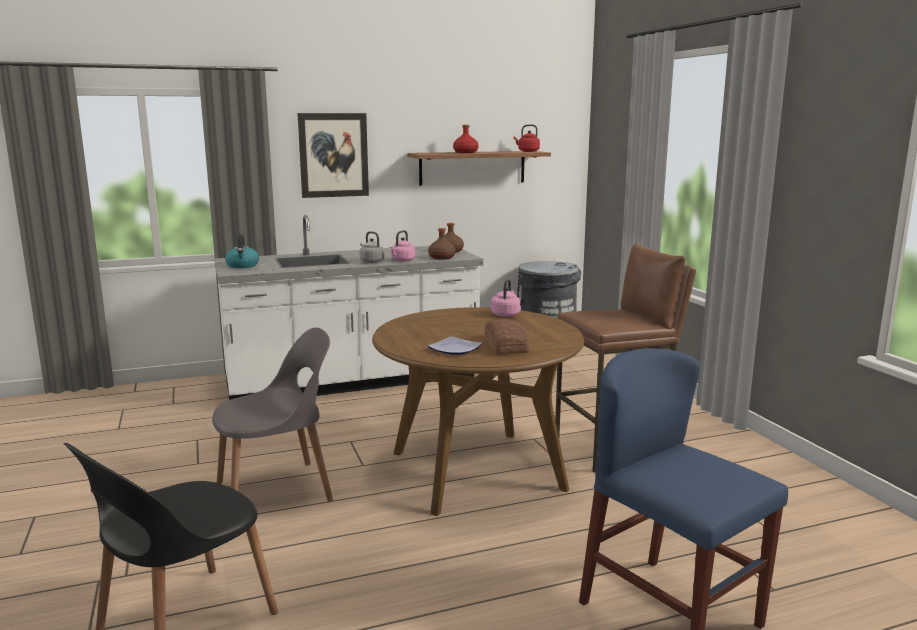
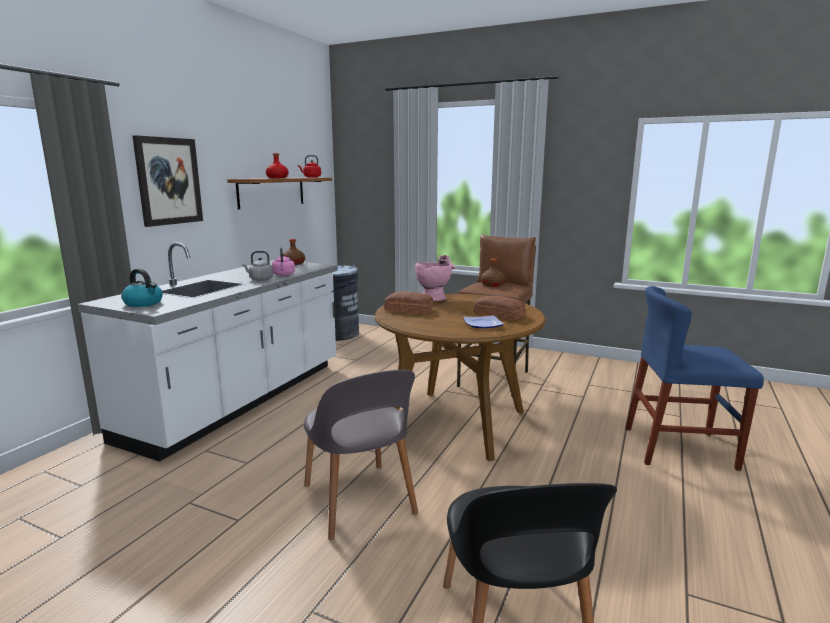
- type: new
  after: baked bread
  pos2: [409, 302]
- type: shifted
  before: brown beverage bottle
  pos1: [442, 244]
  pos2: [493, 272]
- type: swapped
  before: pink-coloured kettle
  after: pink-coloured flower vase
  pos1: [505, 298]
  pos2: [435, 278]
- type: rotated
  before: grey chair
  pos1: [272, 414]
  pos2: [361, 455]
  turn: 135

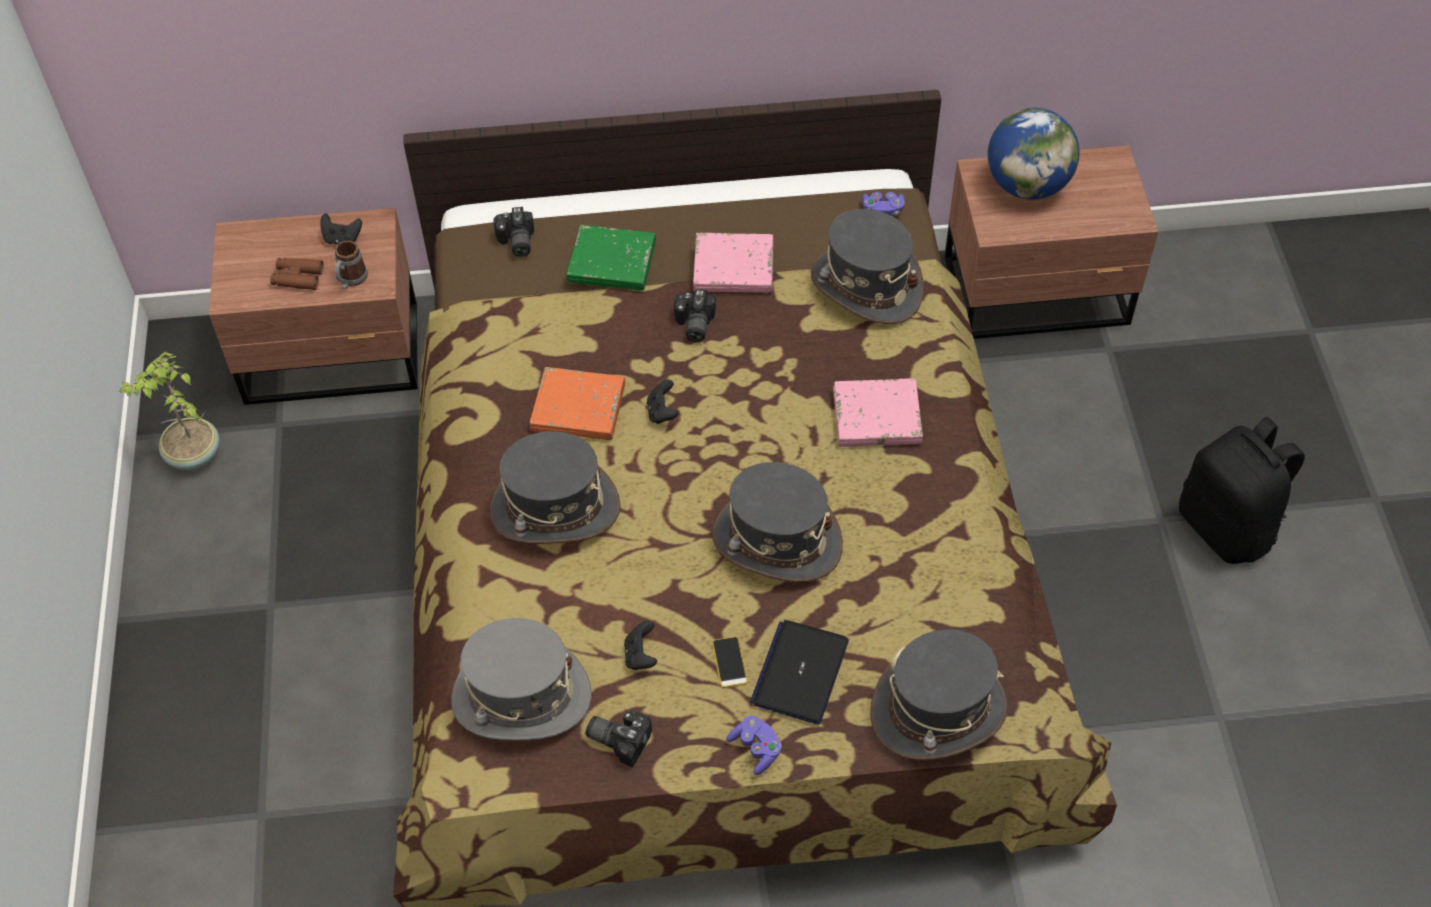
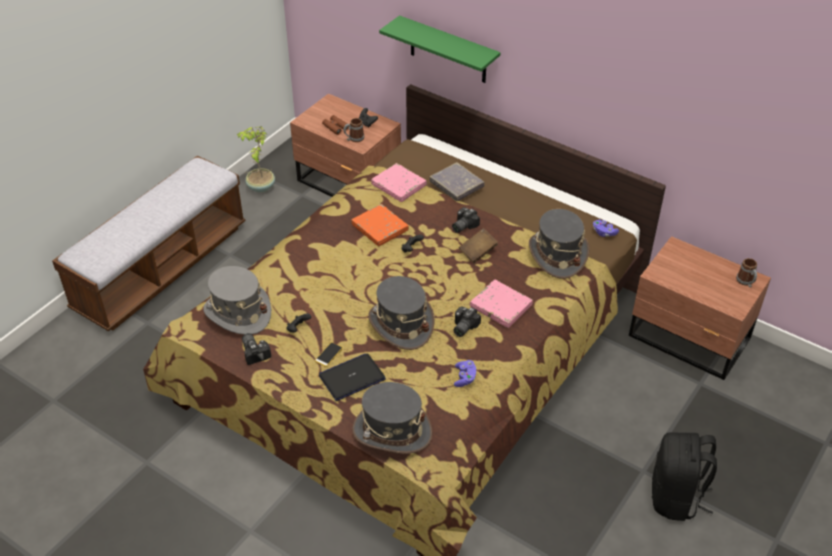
- type: gone
  before: grey wearable hat
  pos1: [554, 487]
- type: gone
  before: desk globe
  pos1: [1034, 154]
- type: new
  after: long seat
  pos2: [148, 243]
- type: new
  after: green-coloured bracket shelf
  pos2: [439, 49]
- type: new
  after: brown bound book
  pos2: [478, 245]
- type: new
  after: mug
  pos2: [746, 272]
- type: shifted
  before: still camera
  pos1: [513, 232]
  pos2: [467, 322]
- type: shifted
  before: pink-coloured bound book
  pos1: [733, 263]
  pos2: [399, 182]
- type: shifted
  before: purple-coloured joypad
  pos1: [754, 745]
  pos2: [465, 373]
- type: repainted
  before: green-coloured bound book
  after: grey bound book
  pos1: [611, 257]
  pos2: [457, 181]

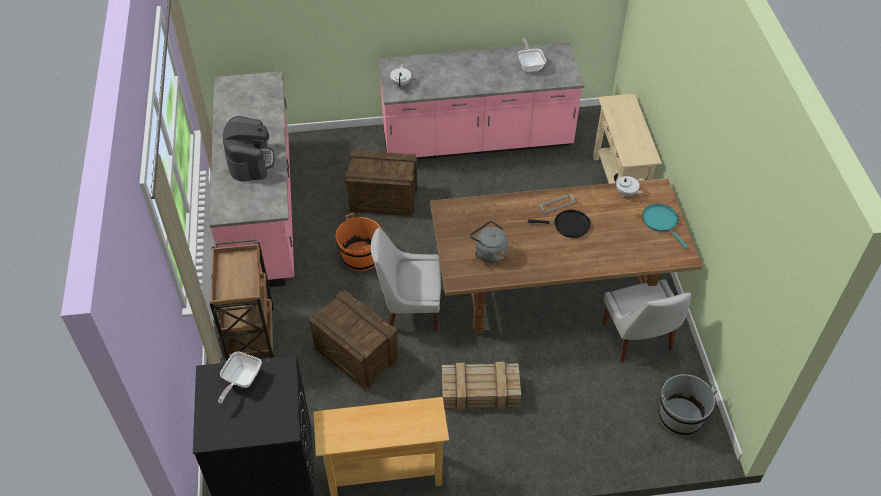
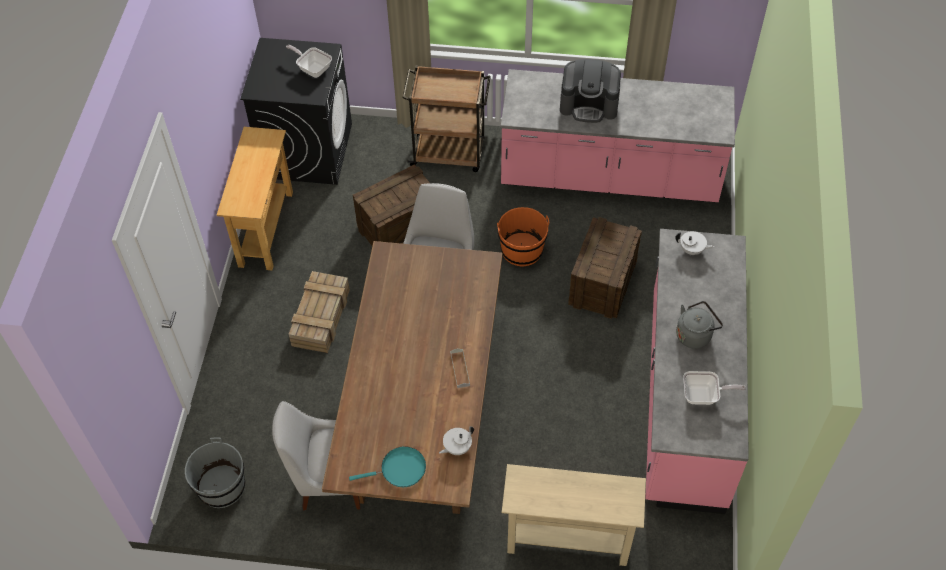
- type: gone
  before: black frying pan
  pos1: [559, 224]
- type: shifted
  before: grey kettle
  pos1: [489, 242]
  pos2: [699, 325]

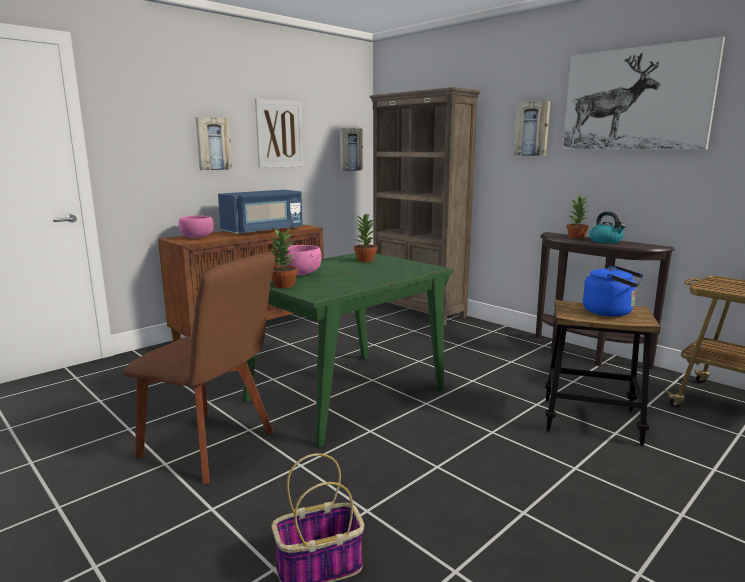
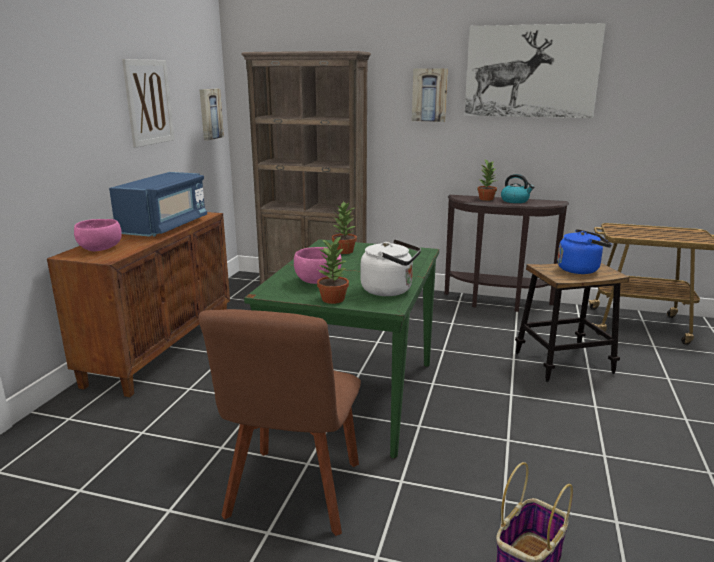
- type: gone
  before: wall art
  pos1: [213, 143]
- type: new
  after: whitish kettle
  pos2: [391, 267]
- type: rotated
  before: brown chair
  pos1: [199, 368]
  pos2: [279, 422]
  turn: 105

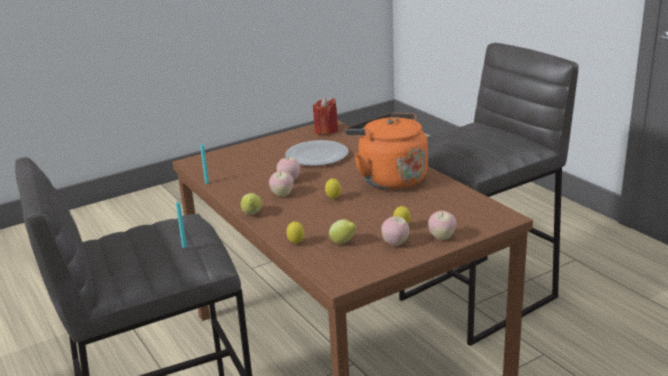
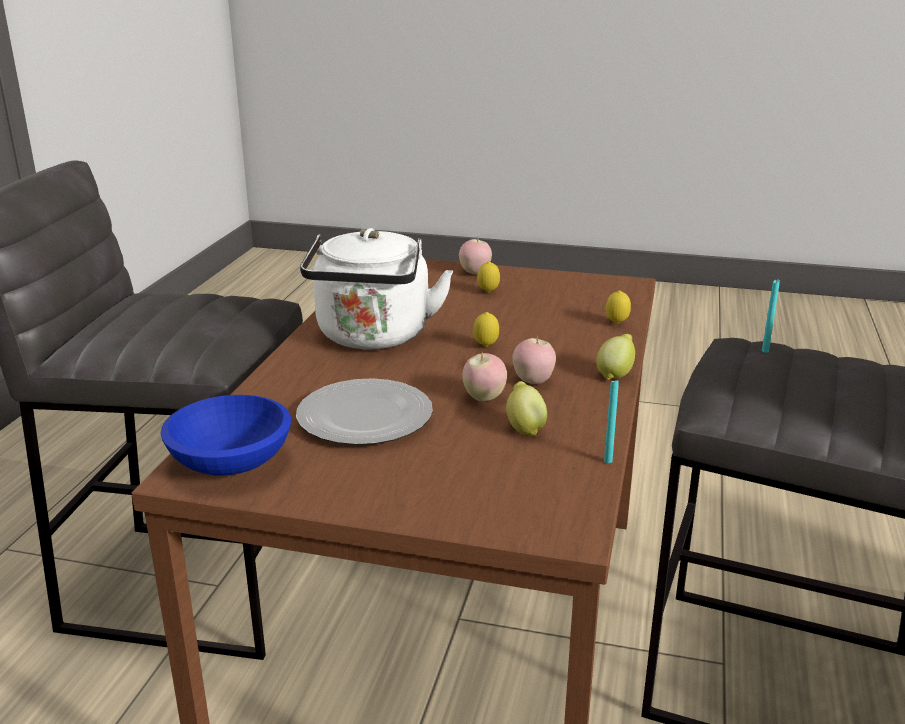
- type: gone
  before: whole apple
  pos1: [395, 231]
- type: shifted
  before: whole lemon
  pos1: [342, 231]
  pos2: [526, 408]
- type: swapped
  before: red wax light
  after: blue deep dish
  pos1: [325, 116]
  pos2: [226, 435]
- type: repainted
  before: orange-coloured kettle
  after: whitish kettle
  pos1: [386, 151]
  pos2: [376, 288]

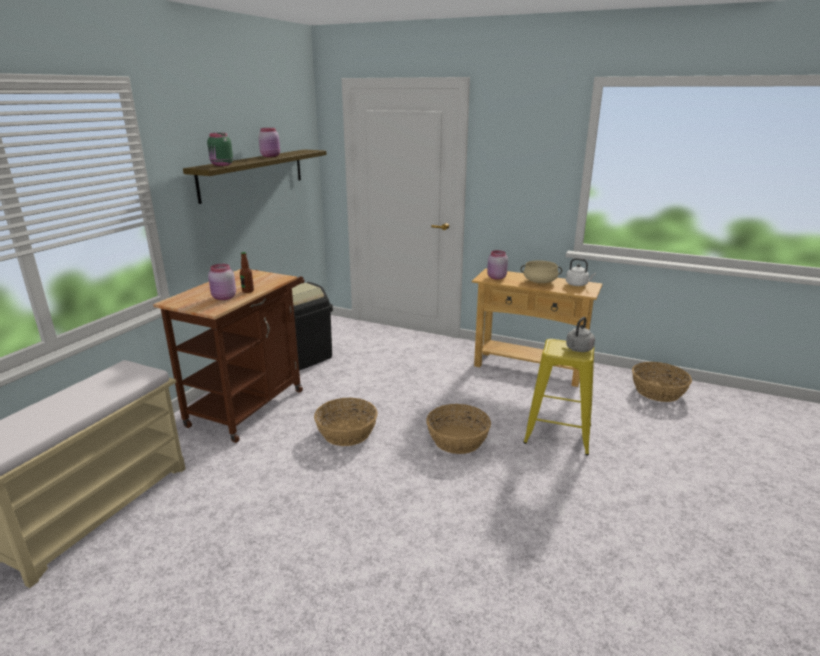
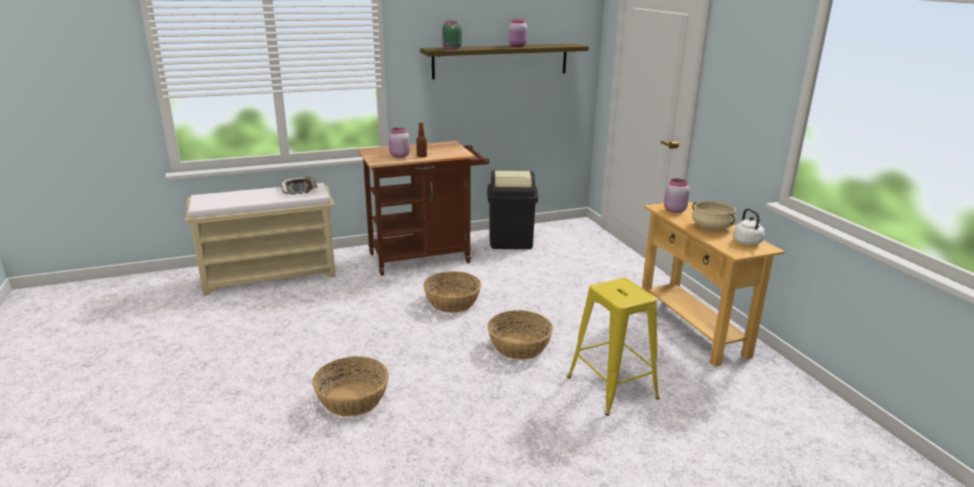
- type: gone
  before: grey kettle
  pos1: [580, 334]
- type: new
  after: serving tray
  pos2: [299, 185]
- type: shifted
  before: basket
  pos1: [662, 382]
  pos2: [350, 386]

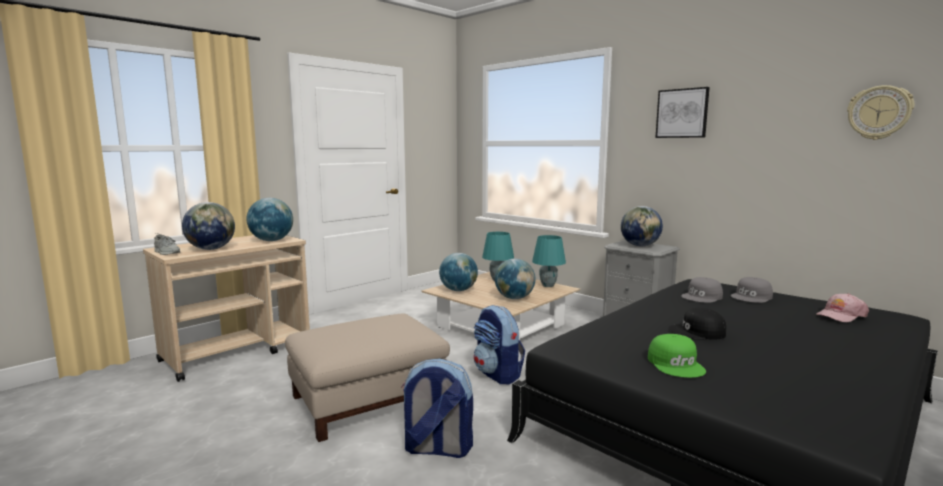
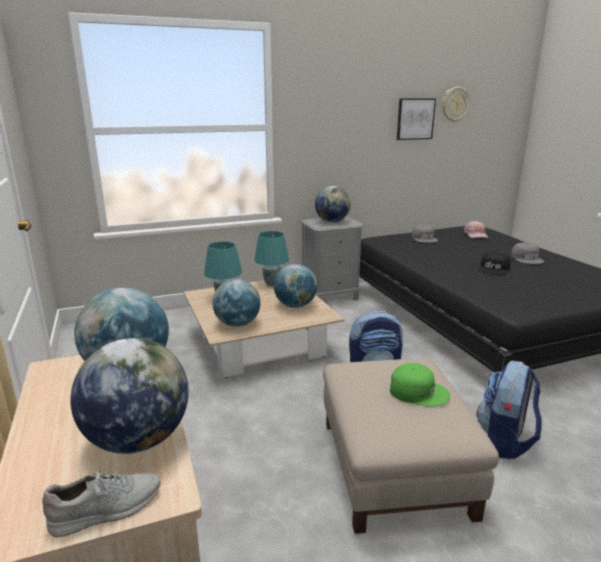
- type: shifted
  before: green-coloured peaked cap
  pos1: [677, 356]
  pos2: [420, 385]
- type: shifted
  before: wall art
  pos1: [682, 112]
  pos2: [416, 119]
- type: shifted
  before: grey peaked cap
  pos1: [702, 290]
  pos2: [527, 253]

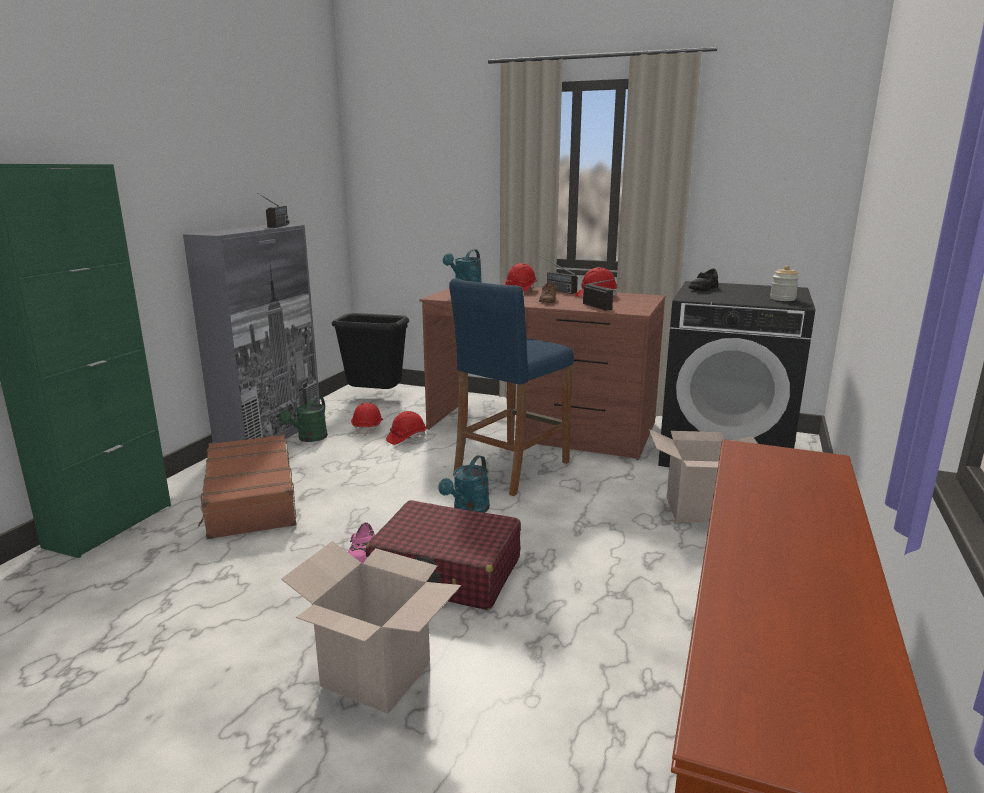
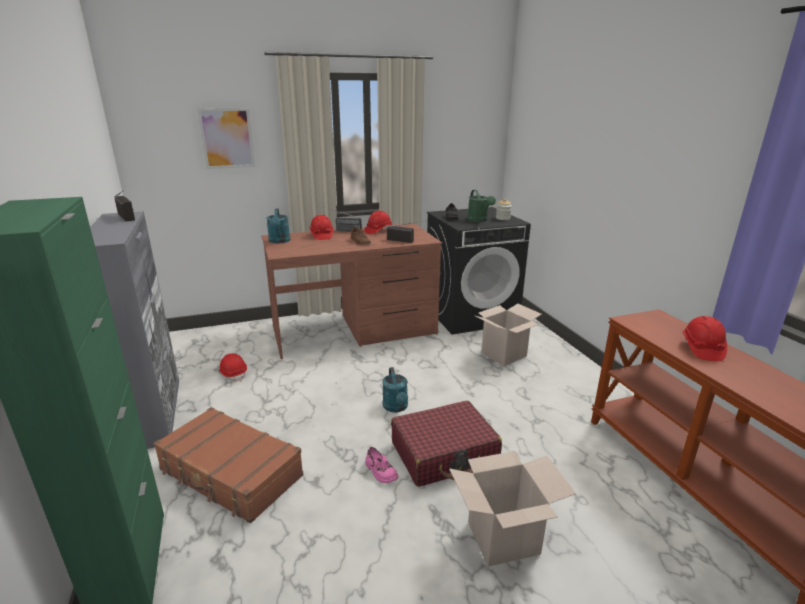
- type: gone
  before: black waste bin
  pos1: [370, 351]
- type: gone
  before: blue stool seat
  pos1: [511, 387]
- type: new
  after: wall art
  pos2: [226, 138]
- type: shifted
  before: green-coloured sprinkling can
  pos1: [303, 419]
  pos2: [481, 206]
- type: shifted
  before: red hard hat
  pos1: [406, 428]
  pos2: [705, 338]

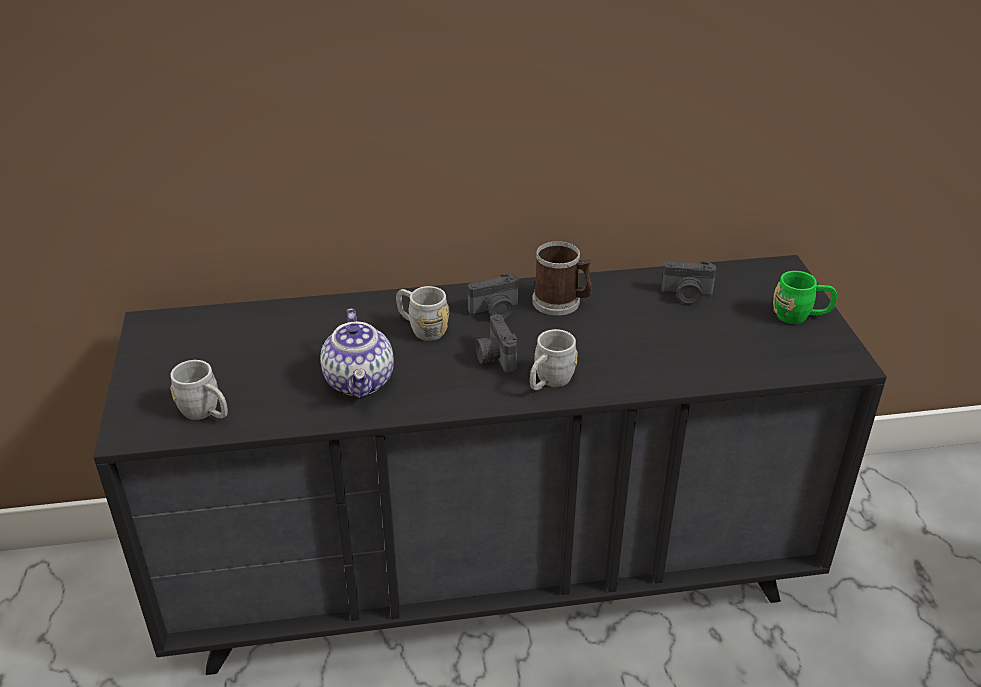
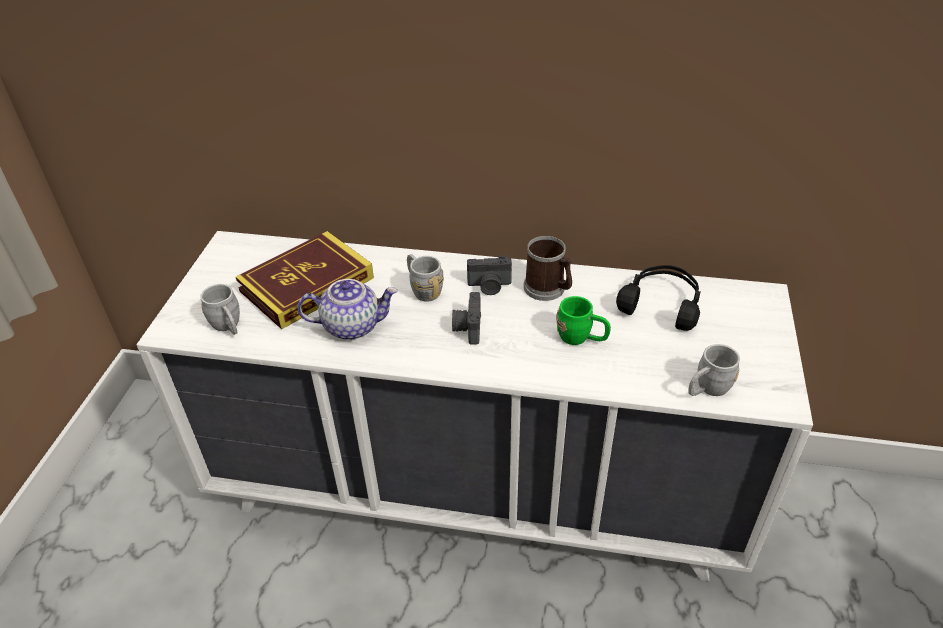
- type: new
  after: bound book
  pos2: [305, 280]
- type: shifted
  before: grey mug
  pos1: [554, 359]
  pos2: [714, 370]
- type: shifted
  before: green-coloured mug
  pos1: [805, 297]
  pos2: [583, 320]
- type: swapped
  before: still camera
  after: black headset
  pos1: [689, 282]
  pos2: [658, 298]
- type: repainted
  before: black dresser
  after: whitish dresser
  pos1: [490, 465]
  pos2: [474, 406]
- type: rotated
  before: teapot
  pos1: [357, 354]
  pos2: [347, 309]
  turn: -105

